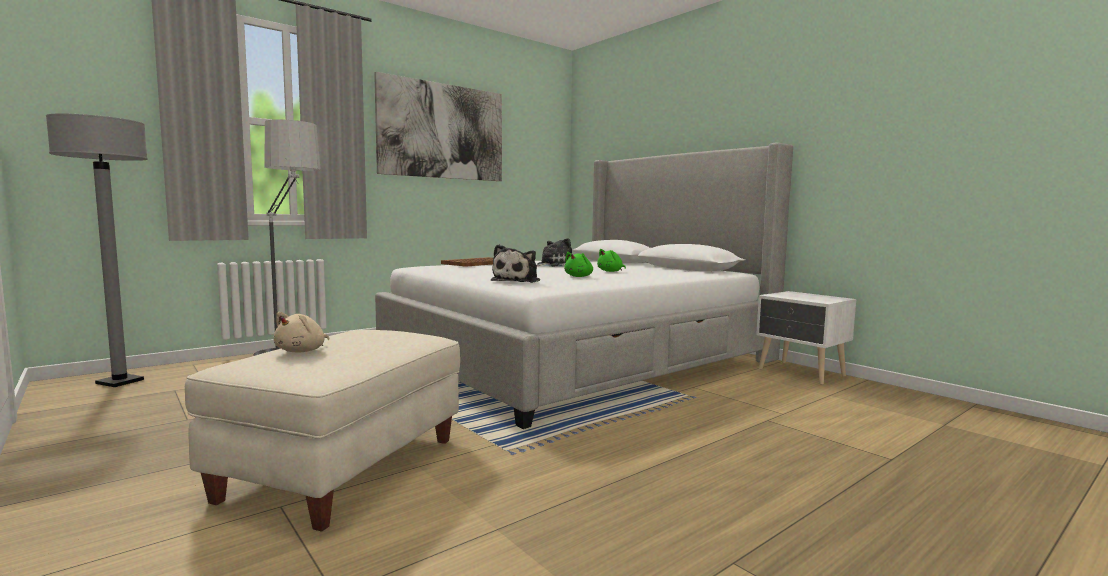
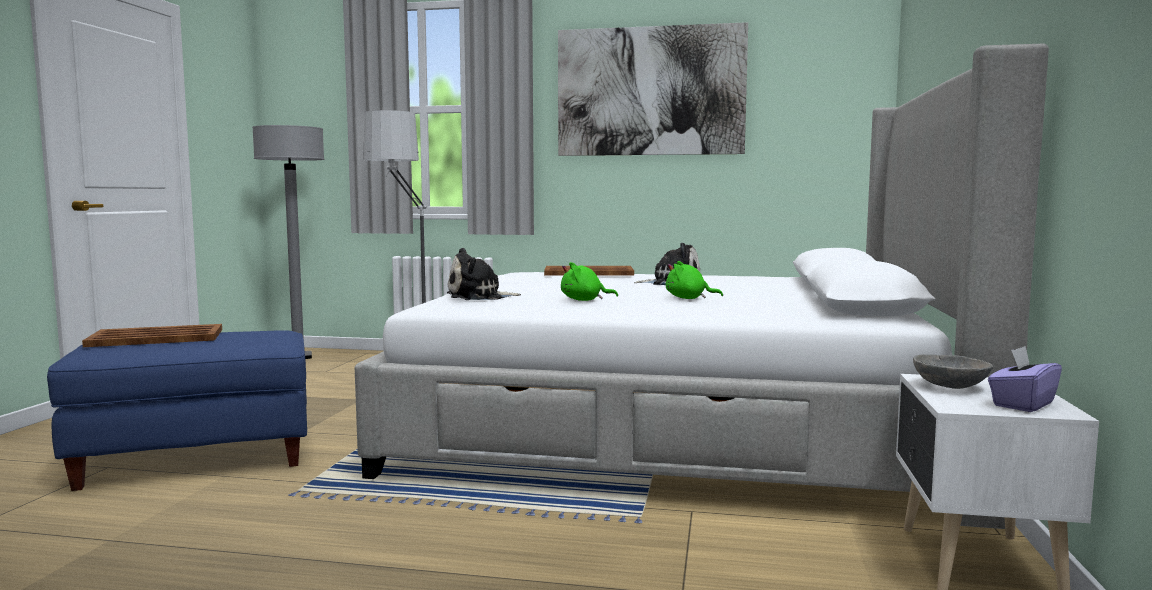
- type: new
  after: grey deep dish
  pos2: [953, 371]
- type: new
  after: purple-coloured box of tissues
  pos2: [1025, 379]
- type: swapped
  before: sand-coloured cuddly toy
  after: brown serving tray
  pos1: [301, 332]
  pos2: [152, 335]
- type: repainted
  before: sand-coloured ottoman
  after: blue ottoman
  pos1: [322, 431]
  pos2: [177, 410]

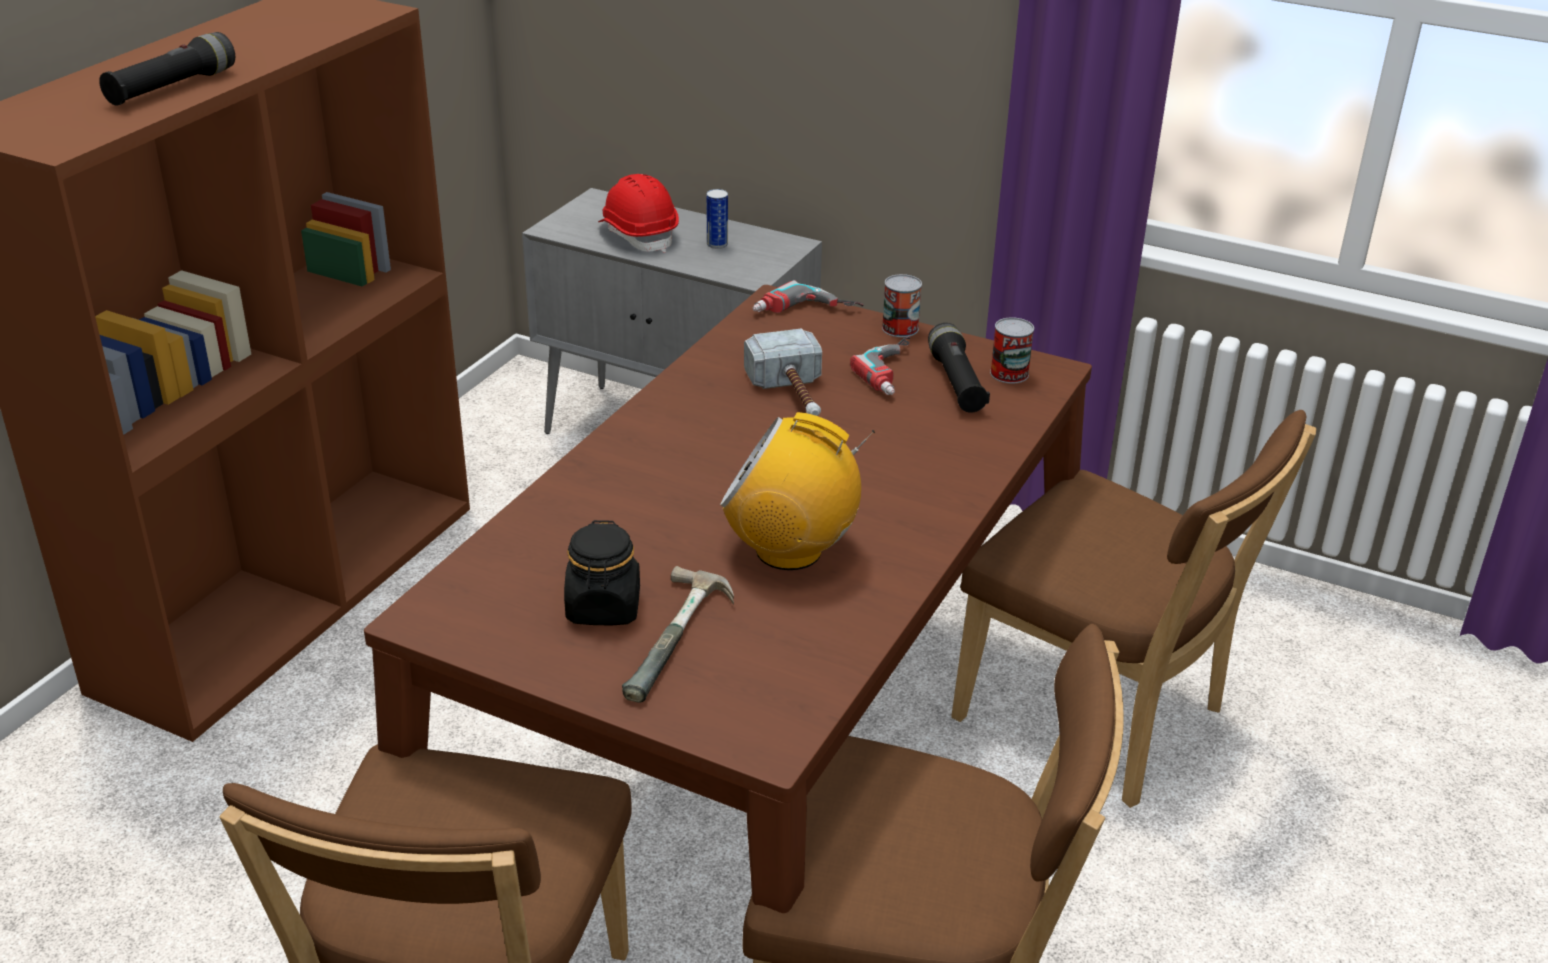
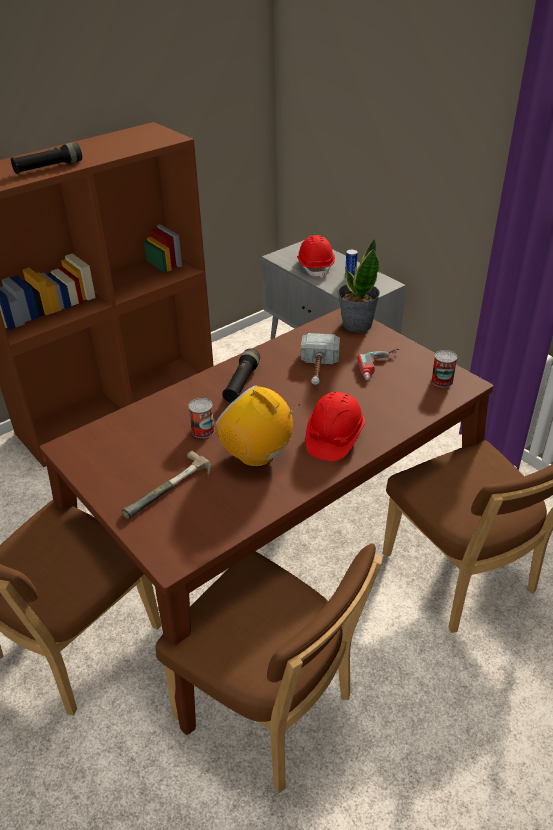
- type: gone
  before: black jar
  pos1: [602, 572]
- type: new
  after: red hard hat
  pos2: [335, 426]
- type: shifted
  before: can
  pos1: [902, 305]
  pos2: [201, 418]
- type: shifted
  before: black hand torch
  pos1: [959, 368]
  pos2: [241, 376]
- type: swapped
  before: power drill
  after: plant in a pot
  pos1: [808, 296]
  pos2: [359, 285]

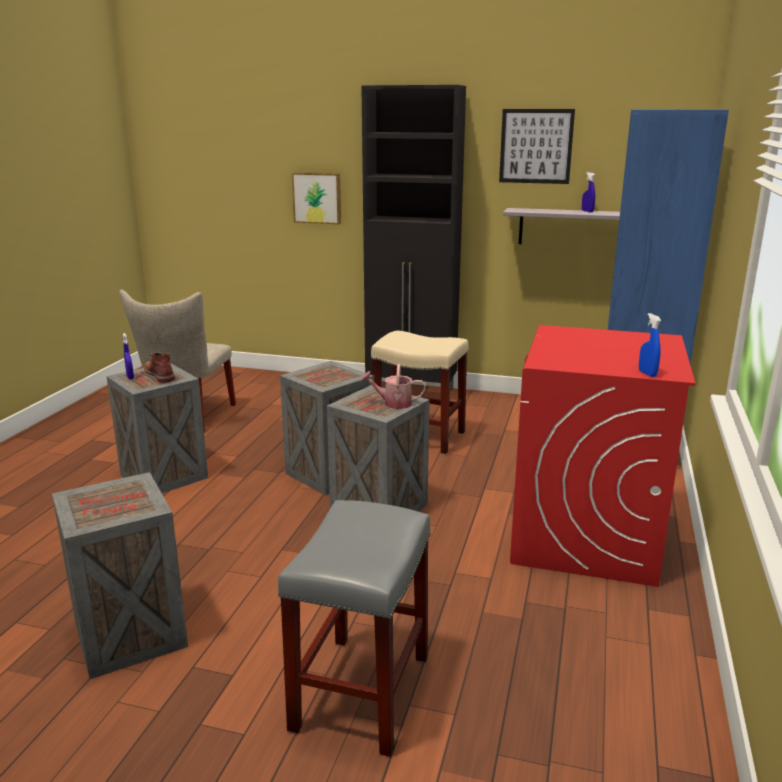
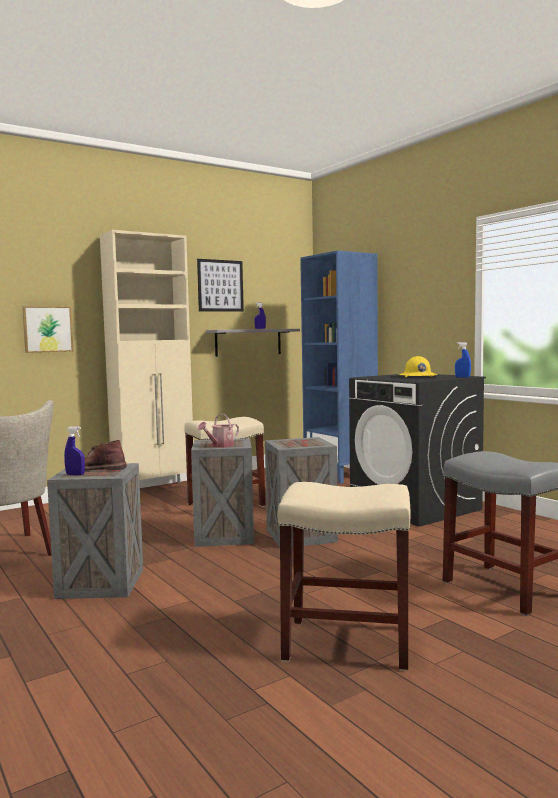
- type: new
  after: yellow-coloured hard hat
  pos2: [418, 366]
- type: shifted
  before: sprinkling can
  pos1: [393, 386]
  pos2: [218, 430]
- type: swapped
  before: shipping crate
  after: sand-coloured stool seat
  pos1: [120, 575]
  pos2: [344, 576]
- type: repainted
  before: black storage cabinet
  after: sand-coloured storage cabinet
  pos1: [413, 238]
  pos2: [146, 357]
- type: repainted
  before: red washing machine
  after: black washing machine
  pos1: [602, 456]
  pos2: [417, 450]

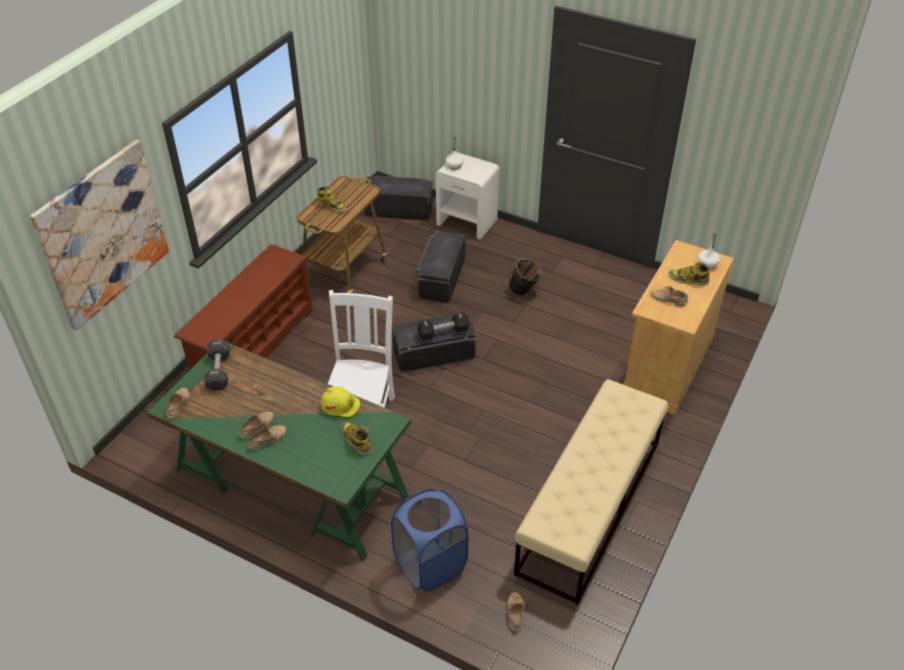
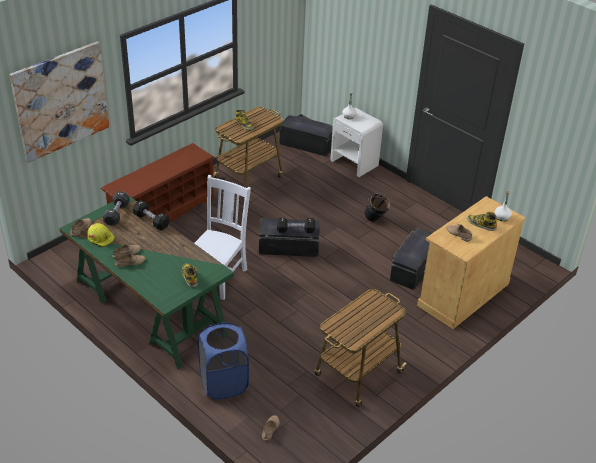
- type: new
  after: black hand weight
  pos2: [151, 215]
- type: shifted
  before: yellow-coloured hard hat
  pos1: [340, 403]
  pos2: [101, 235]
- type: shifted
  before: black storage container
  pos1: [441, 266]
  pos2: [411, 259]
- type: swapped
  before: sand-coloured long seat
  after: trolley
  pos1: [591, 491]
  pos2: [360, 348]

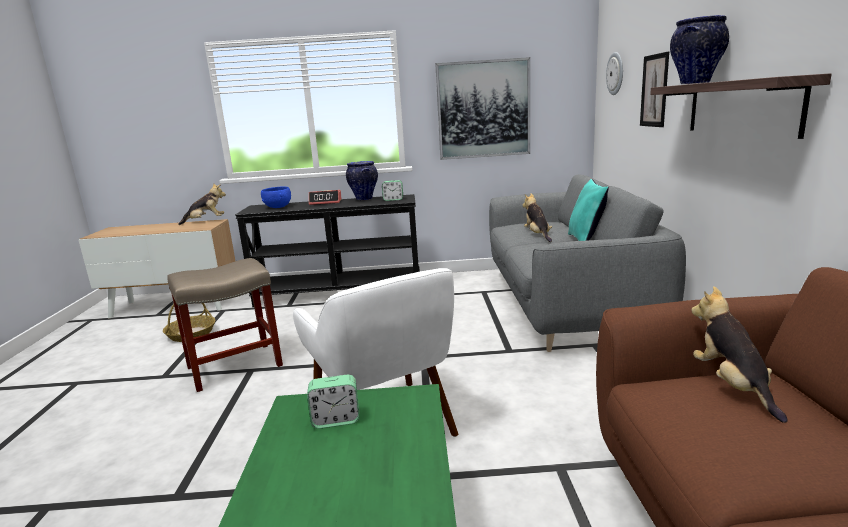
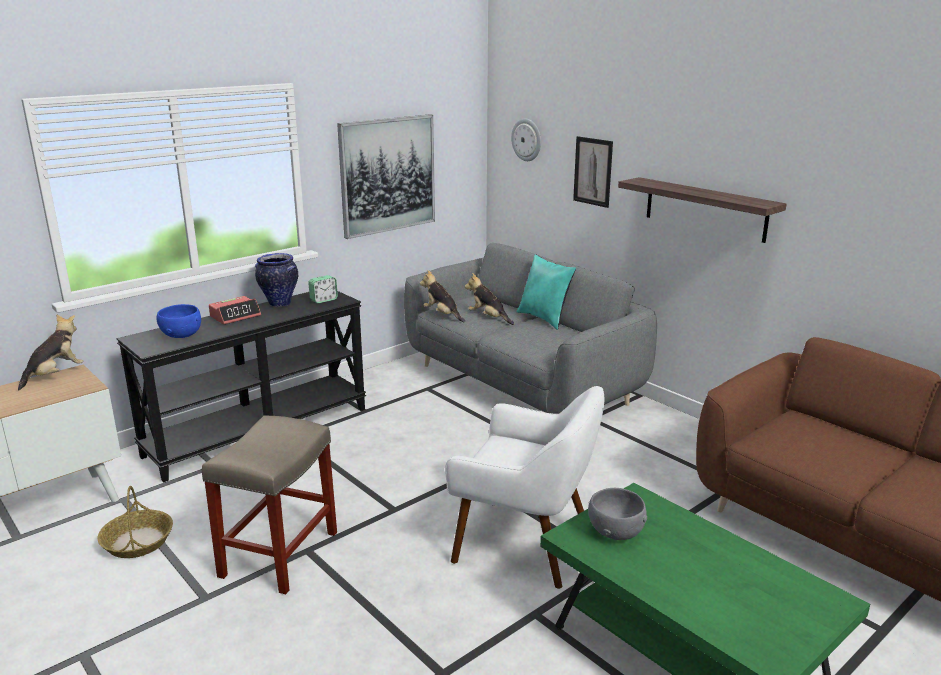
- type: gone
  before: flower vase
  pos1: [699, 49]
- type: shifted
  before: cuddly toy
  pos1: [739, 354]
  pos2: [442, 296]
- type: swapped
  before: alarm clock
  after: grey deep dish
  pos1: [333, 401]
  pos2: [617, 514]

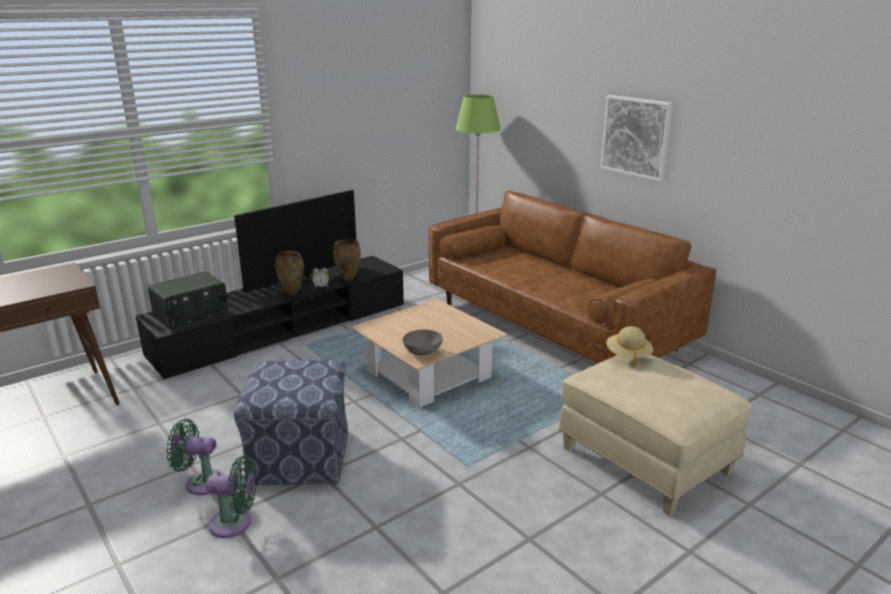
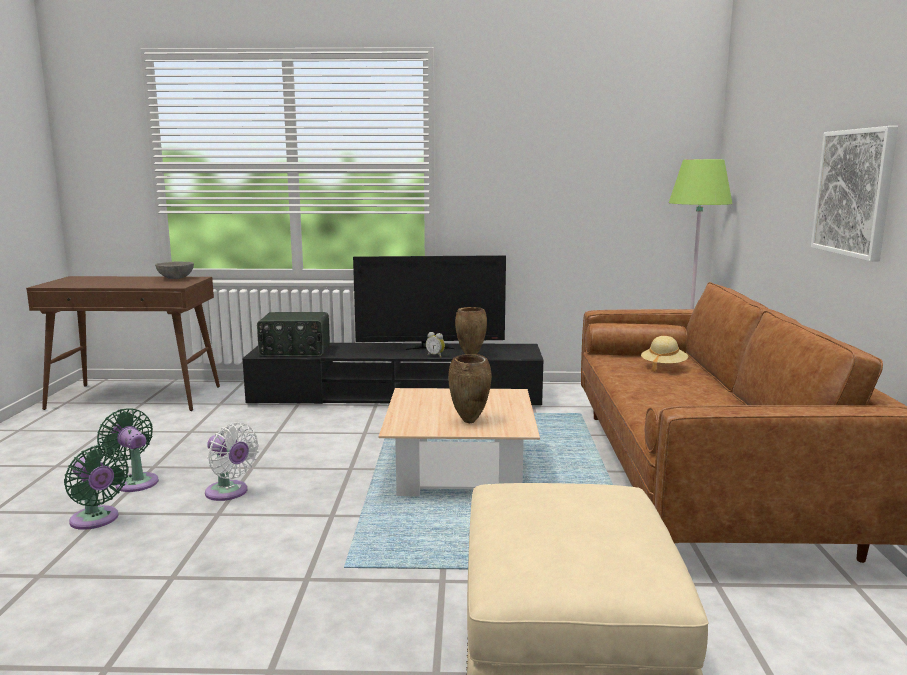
- type: shifted
  before: brown flower vase
  pos1: [289, 273]
  pos2: [470, 388]
- type: shifted
  before: grey deep dish
  pos1: [423, 342]
  pos2: [174, 270]
- type: shifted
  before: sand-coloured wearable hat
  pos1: [629, 346]
  pos2: [664, 354]
- type: swapped
  before: ottoman
  after: whitish cooling fan
  pos1: [291, 422]
  pos2: [232, 462]

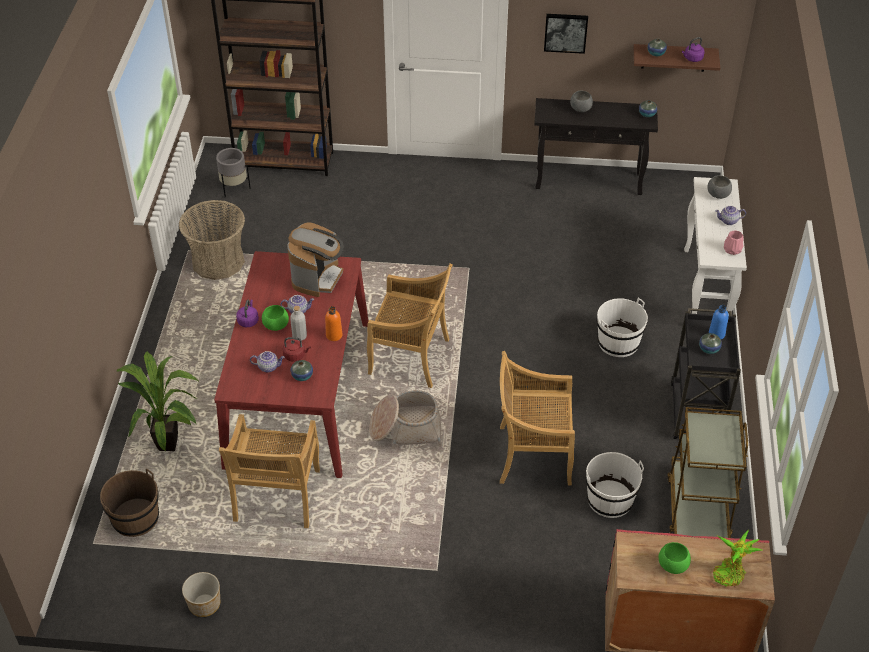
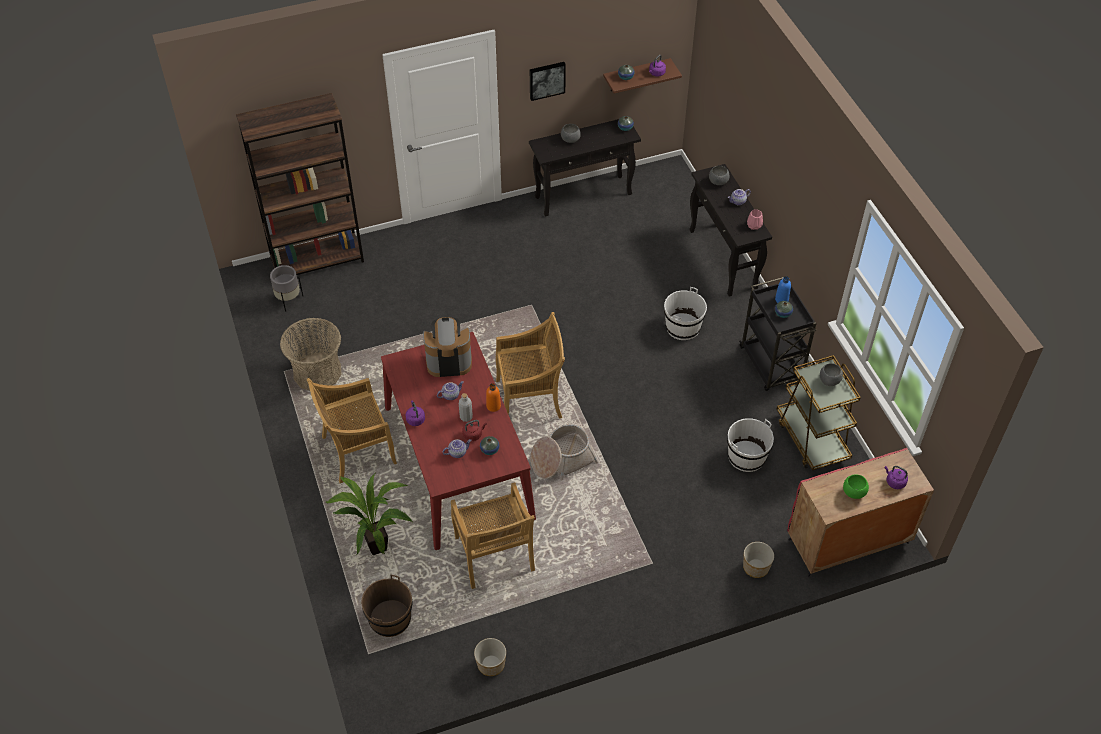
- type: gone
  before: green-coloured deep dish
  pos1: [275, 318]
- type: new
  after: plant pot
  pos2: [758, 560]
- type: new
  after: grey deep dish
  pos2: [831, 374]
- type: shifted
  before: sand-coloured chair
  pos1: [537, 418]
  pos2: [352, 430]
- type: swapped
  before: plant in a pot
  after: purple-coloured kettle
  pos1: [738, 558]
  pos2: [896, 477]
- type: repainted
  before: whitish console table
  after: black console table
  pos1: [715, 245]
  pos2: [730, 230]
- type: rotated
  before: coffee maker
  pos1: [315, 259]
  pos2: [447, 347]
  turn: -90

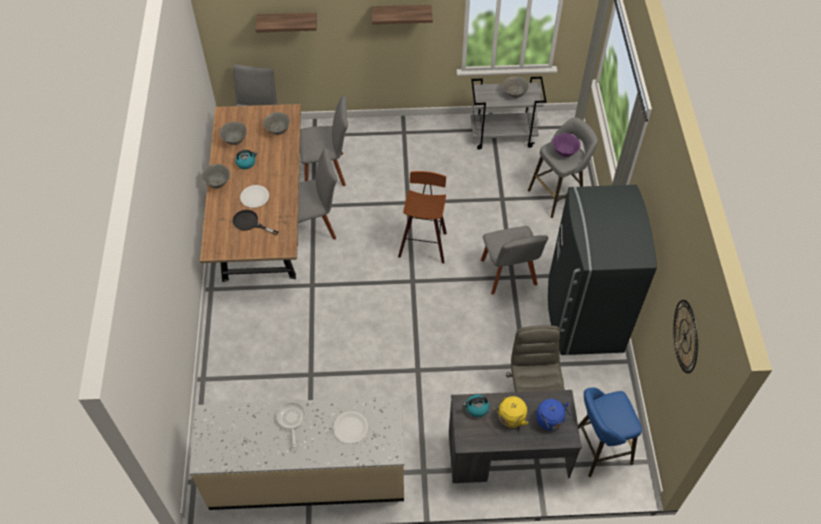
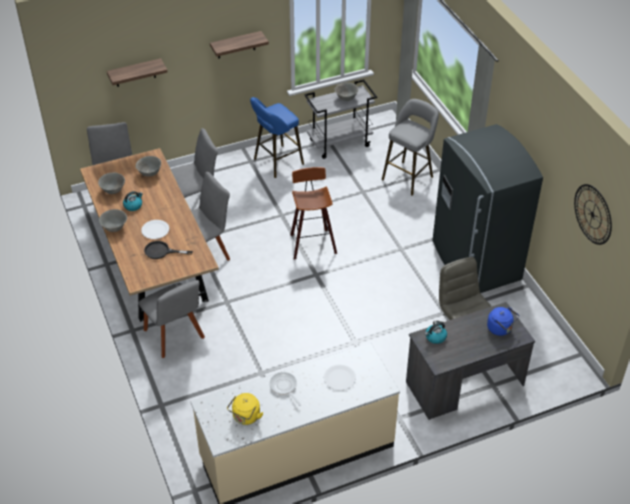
- type: gone
  before: purple-coloured deep dish
  pos1: [567, 145]
- type: shifted
  before: grey chair
  pos1: [514, 260]
  pos2: [171, 319]
- type: shifted
  before: yellow-coloured kettle
  pos1: [511, 412]
  pos2: [245, 409]
- type: shifted
  before: blue stool seat
  pos1: [610, 432]
  pos2: [277, 137]

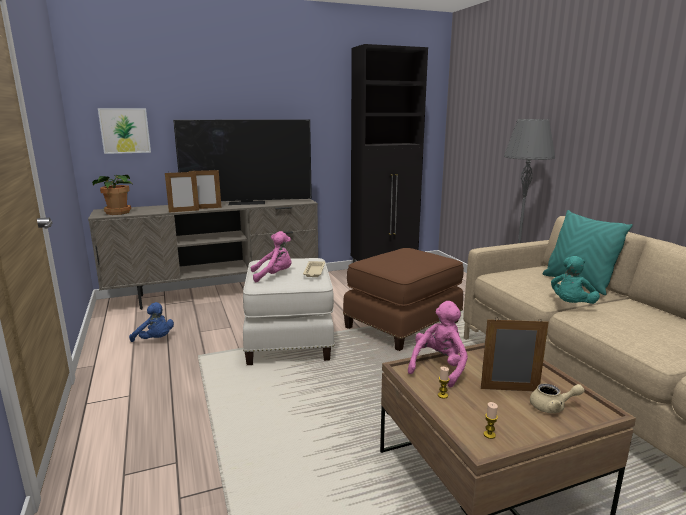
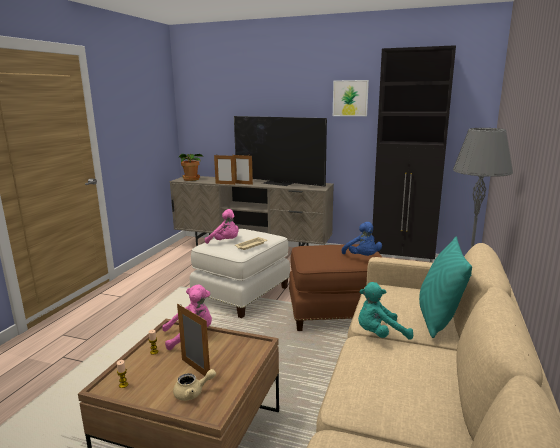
- type: shifted
  before: wall art
  pos1: [124, 131]
  pos2: [351, 98]
- type: shifted
  before: blue cuddly toy
  pos1: [151, 322]
  pos2: [362, 239]
- type: rotated
  before: sand-coloured teapot
  pos1: [557, 398]
  pos2: [194, 385]
  turn: -60

